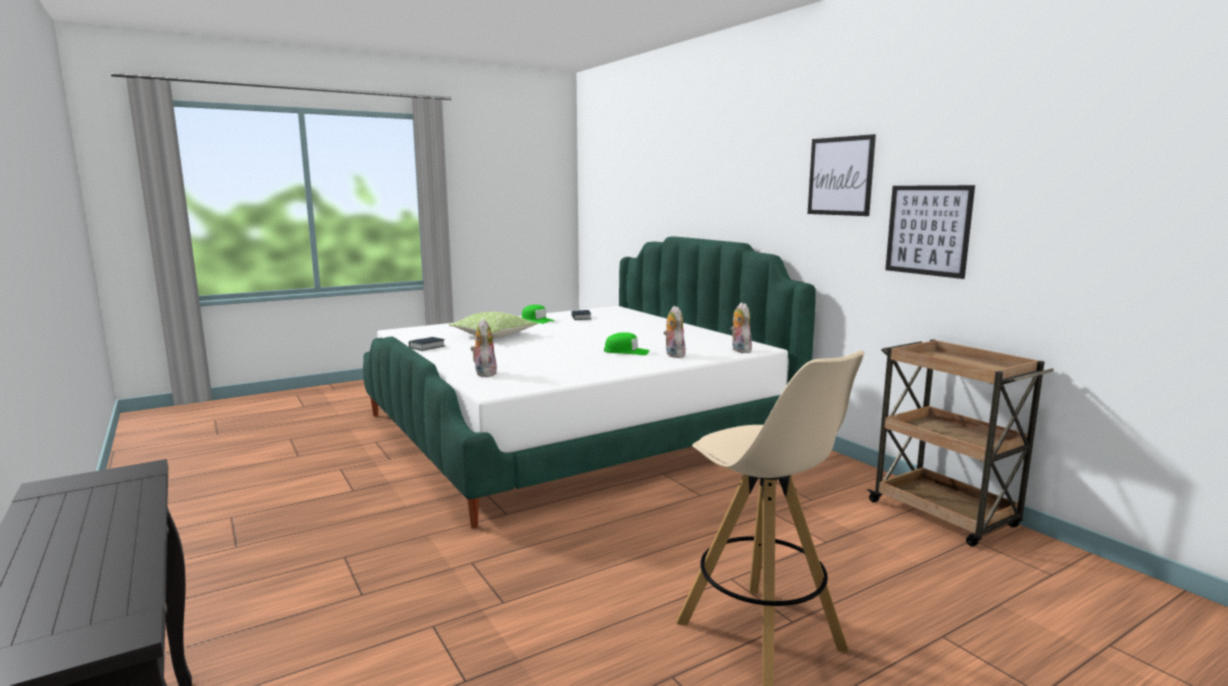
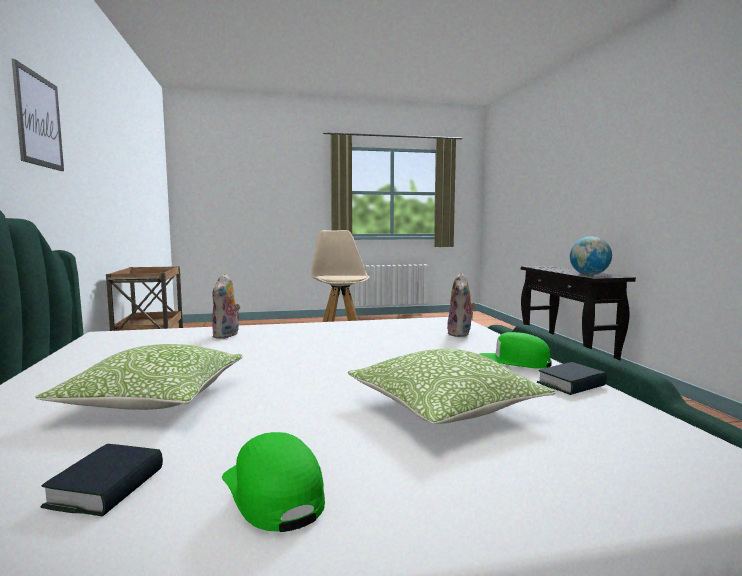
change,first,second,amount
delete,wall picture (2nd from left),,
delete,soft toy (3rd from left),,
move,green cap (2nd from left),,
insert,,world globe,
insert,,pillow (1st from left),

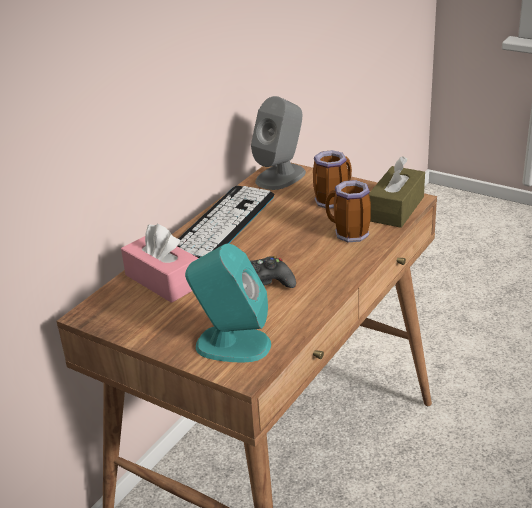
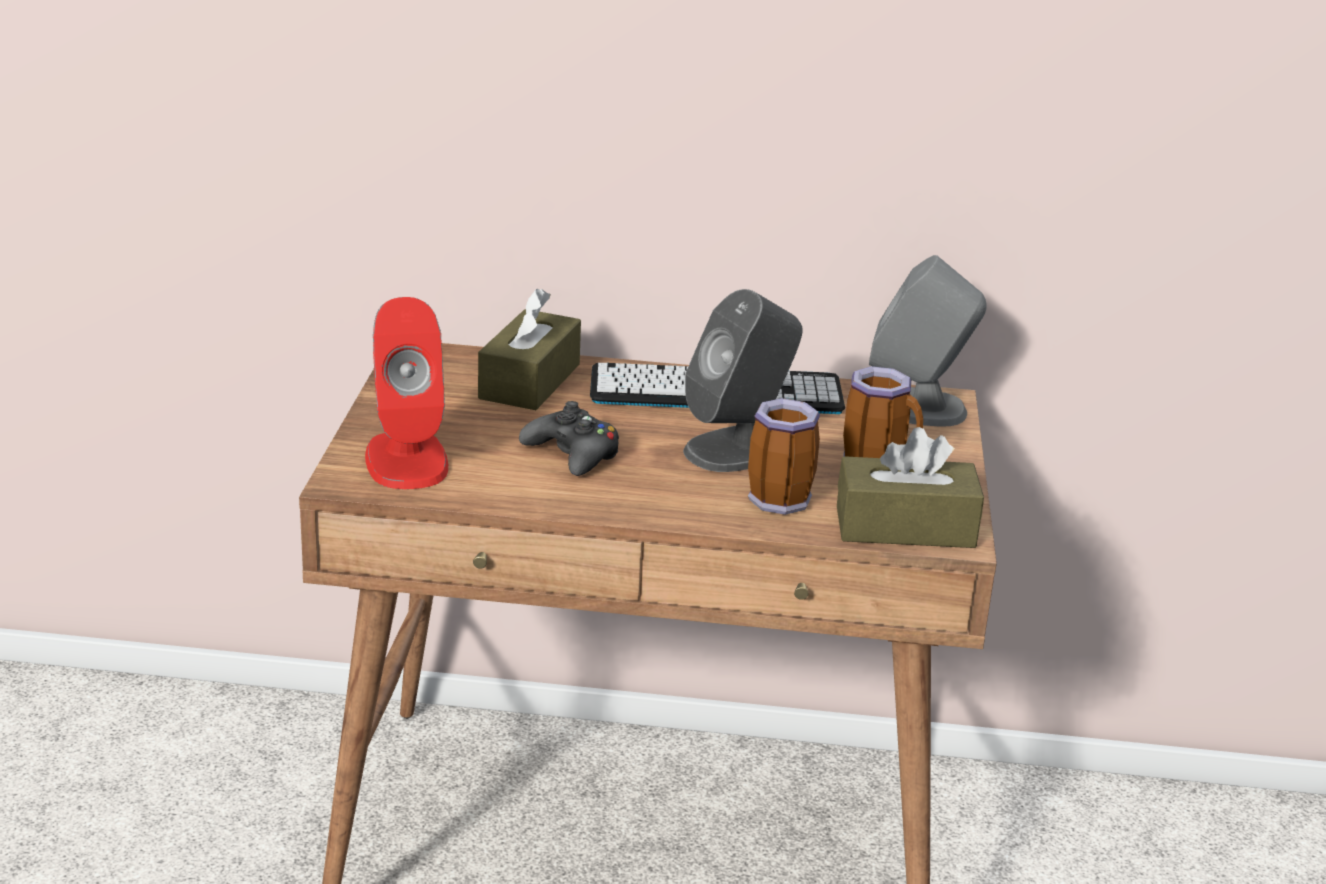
change,first,second,amount
recolor,pink-coloured tissue box,brownish tissue box (1st from left),
recolor,turquoise-coloured loudspeaker,red-coloured loudspeaker,
insert,,gray loudspeaker (1st from left),

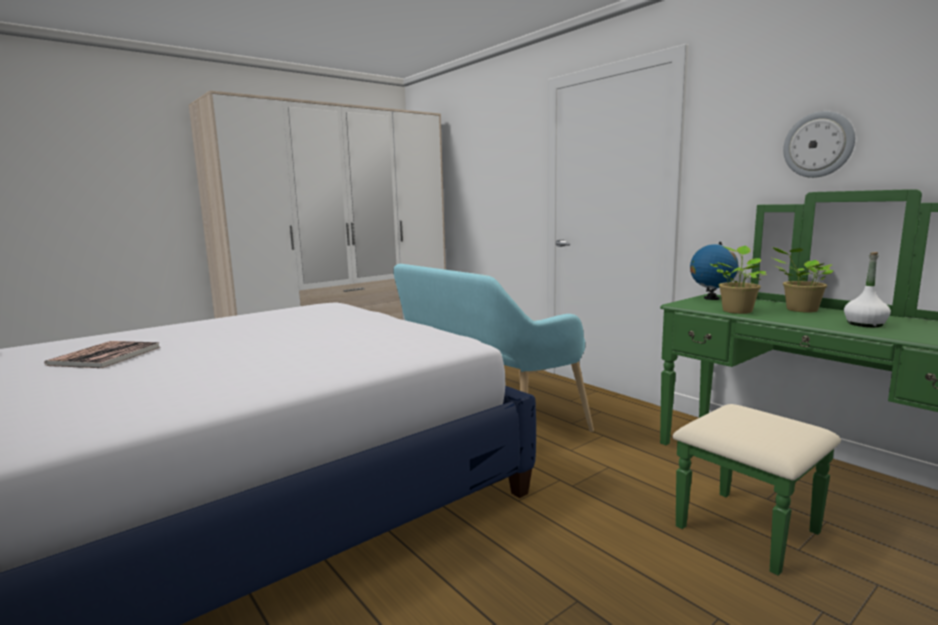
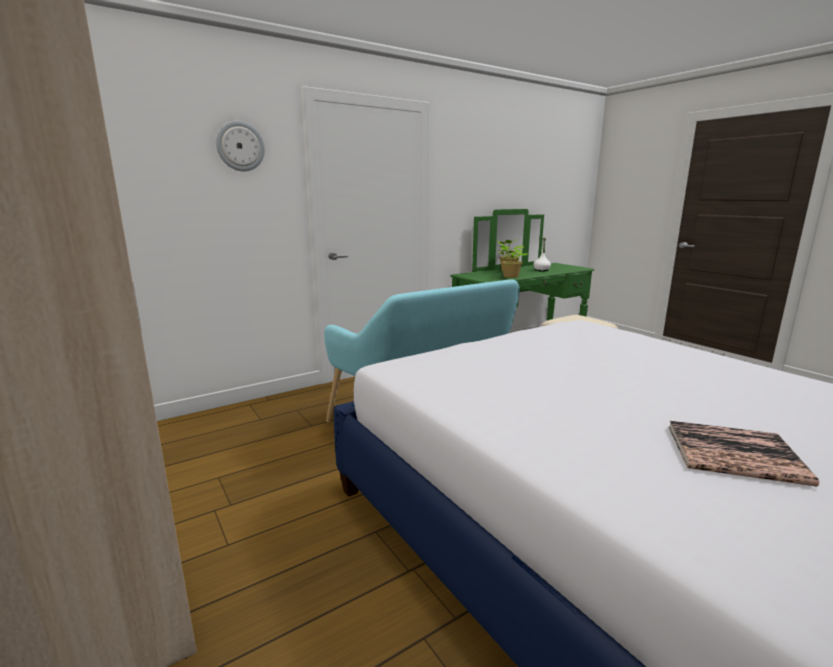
change,first,second,amount
move,wall clock,,
delete,world globe,,

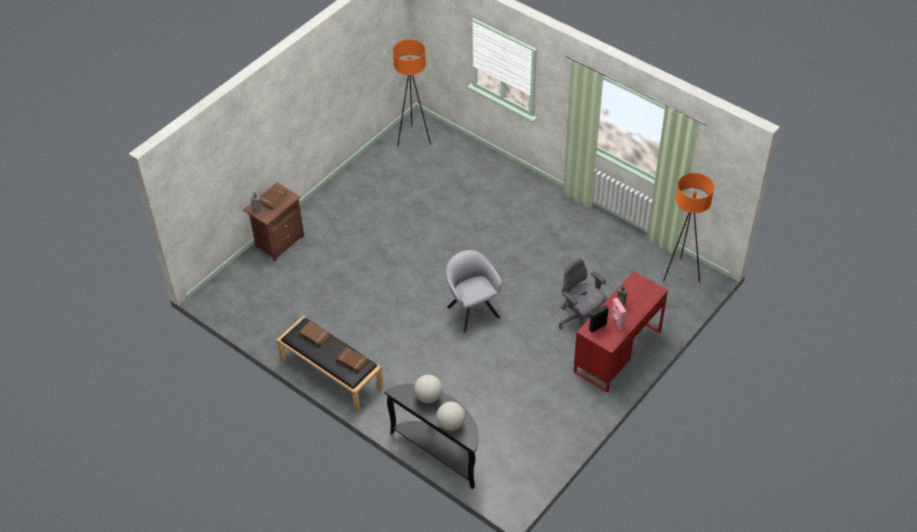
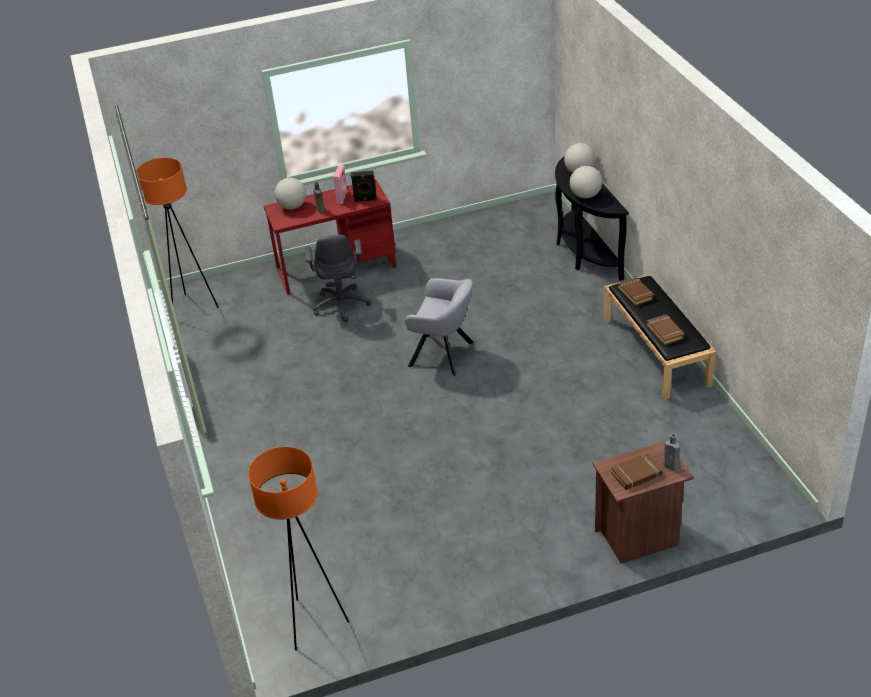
change,first,second,amount
rotate,gray lounge chair,,75 degrees counterclockwise
insert,,world globe (1st from left),

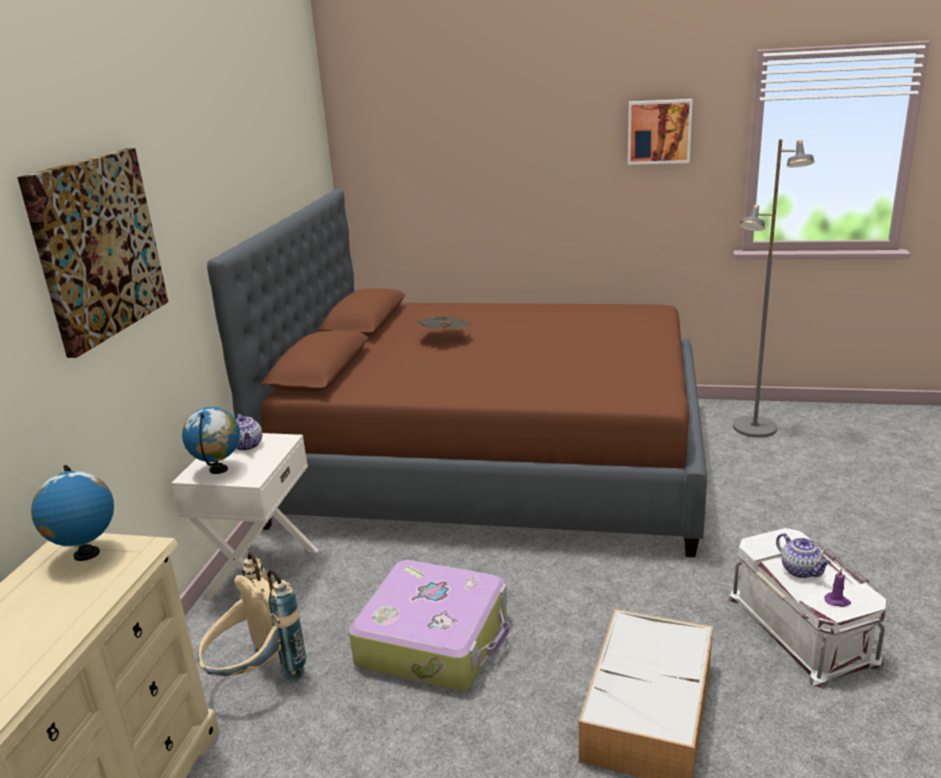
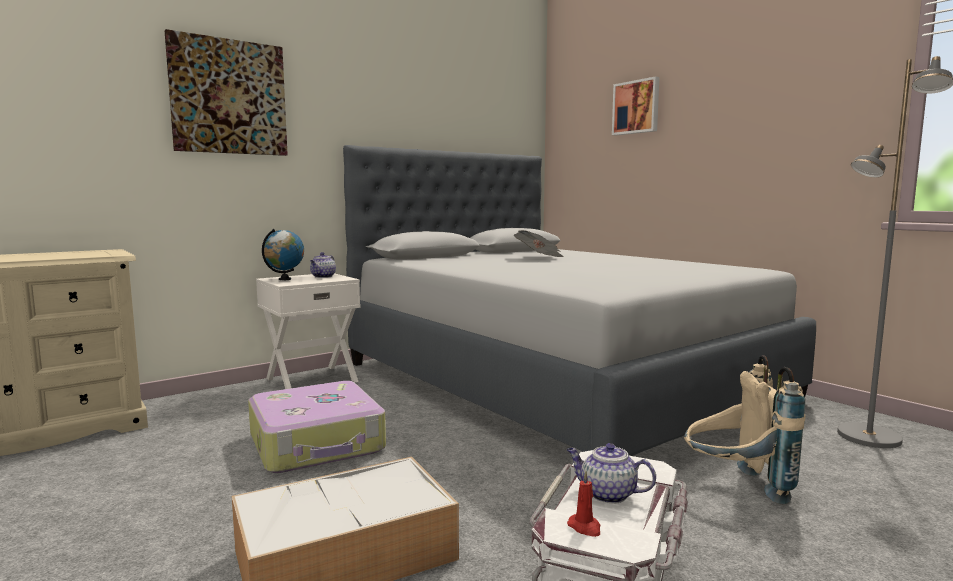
change,first,second,amount
move,wall picture (2nd from left),,
recolor,brownish bed,gray bed,
delete,world globe (1st from left),,
rotate,tea pot (2nd from left),,105 degrees clockwise
move,beige-coloured rucksack,,
recolor,purplish wax light,red-coloured wax light,

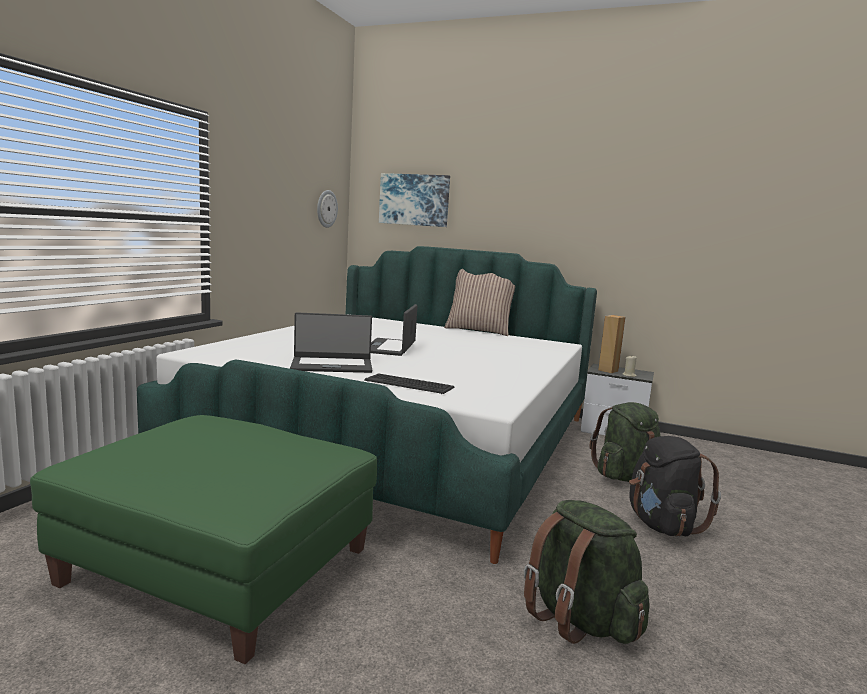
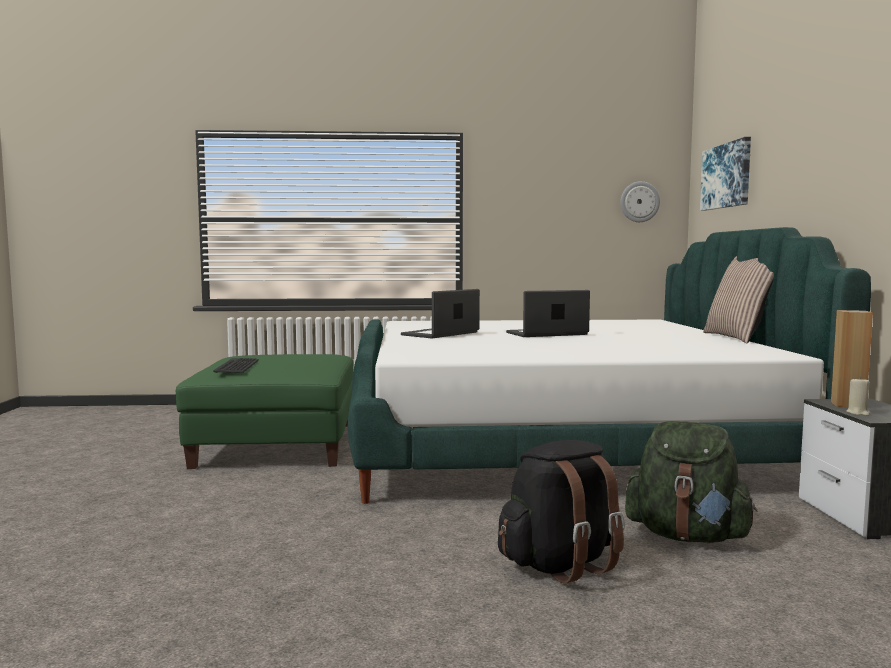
change,first,second,amount
rotate,laptop (1st from left),,75 degrees clockwise
move,keyboard,,
delete,green rucksack (1st from left),,

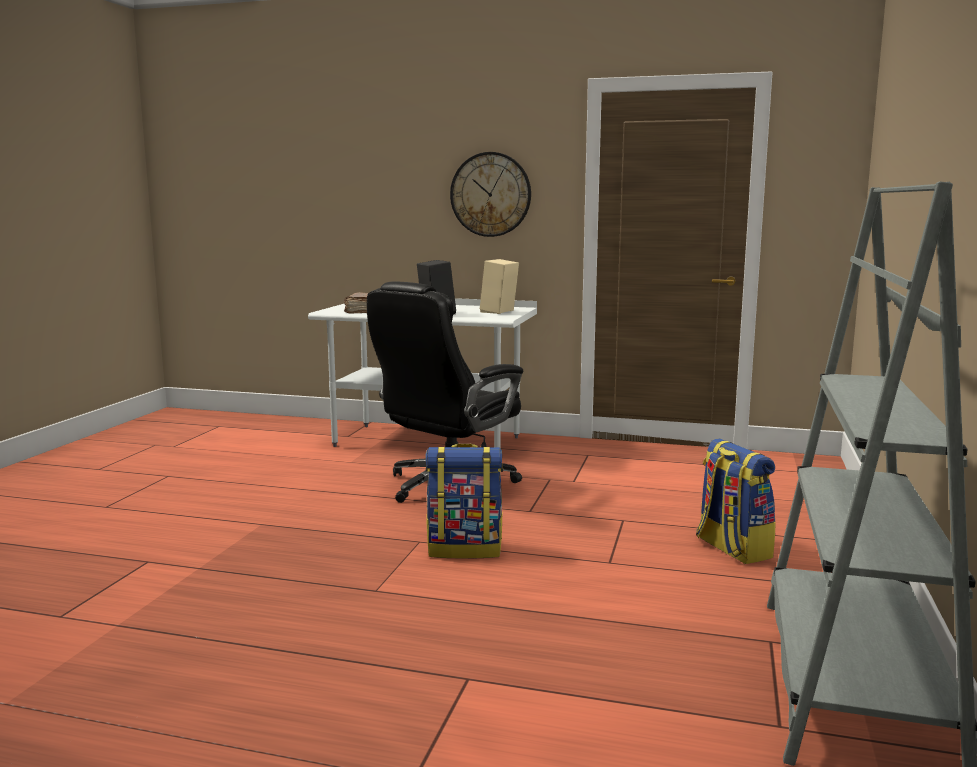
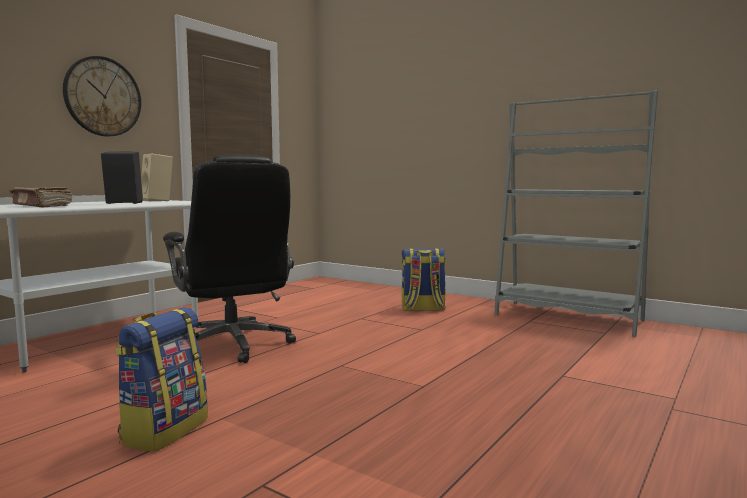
change,first,second,amount
move,rucksack (1st from left),,

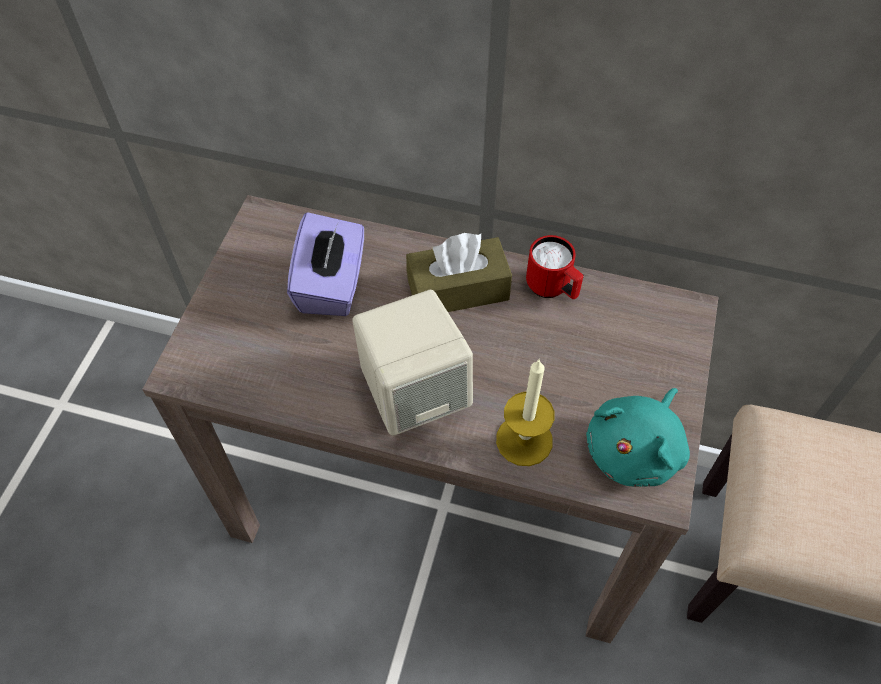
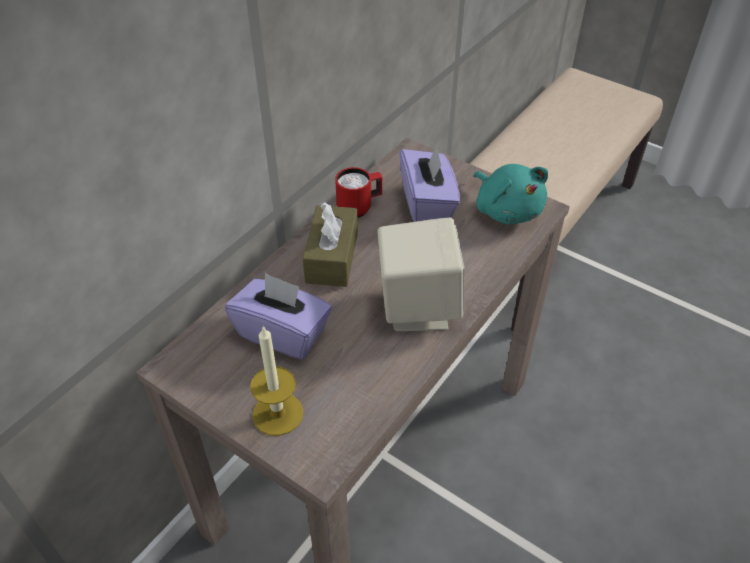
change,first,second,amount
move,wax light,,
insert,,purplish tissue box (2nd from left),

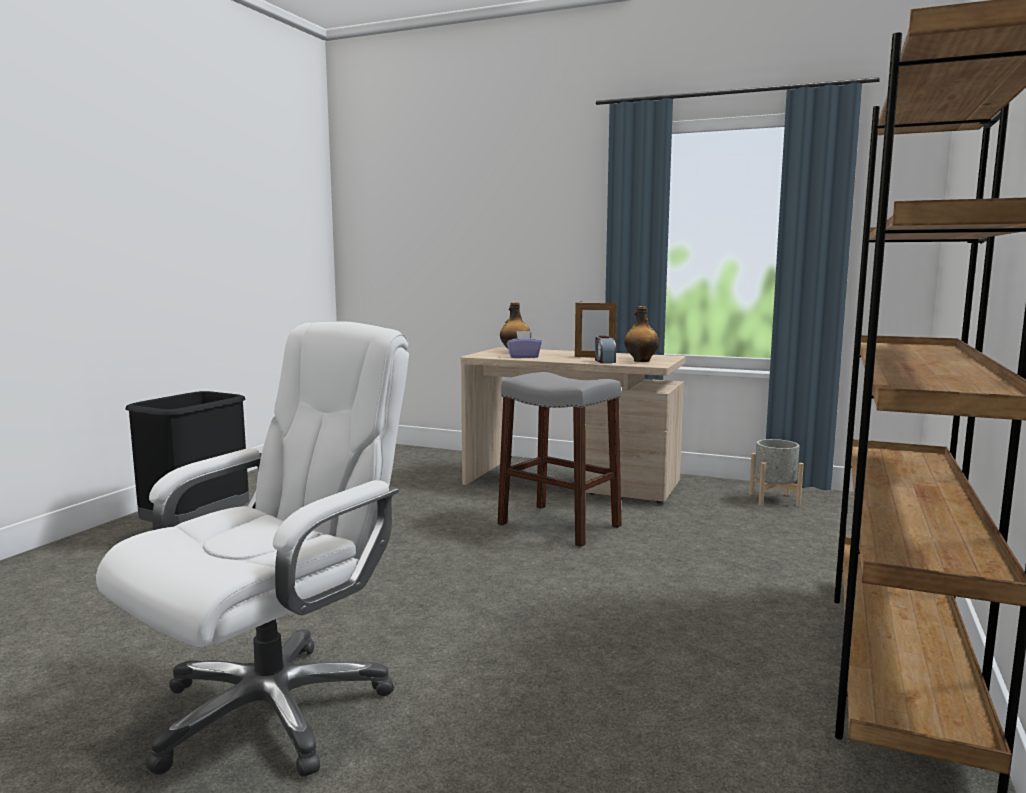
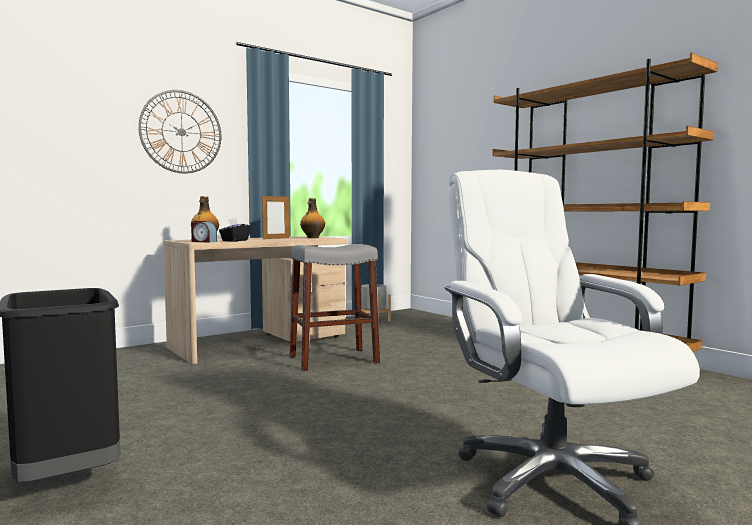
change,first,second,amount
recolor,purplish tissue box,black tissue box,
move,alarm clock,,
insert,,wall clock,

